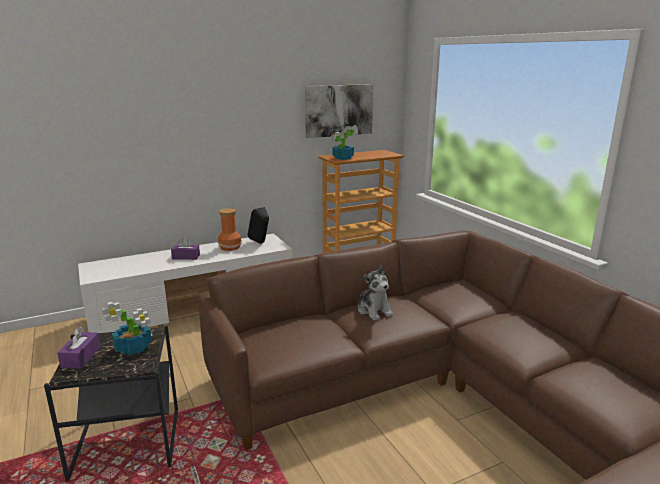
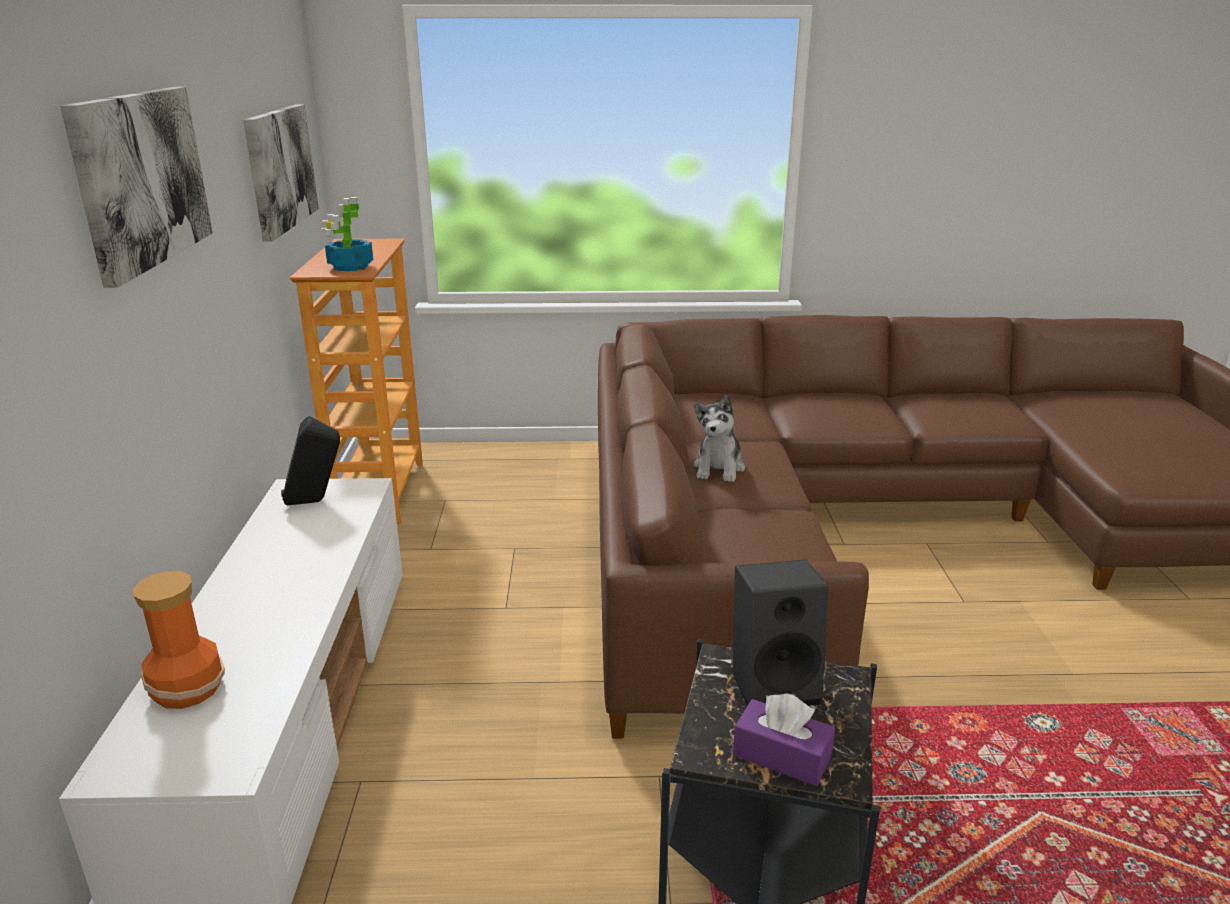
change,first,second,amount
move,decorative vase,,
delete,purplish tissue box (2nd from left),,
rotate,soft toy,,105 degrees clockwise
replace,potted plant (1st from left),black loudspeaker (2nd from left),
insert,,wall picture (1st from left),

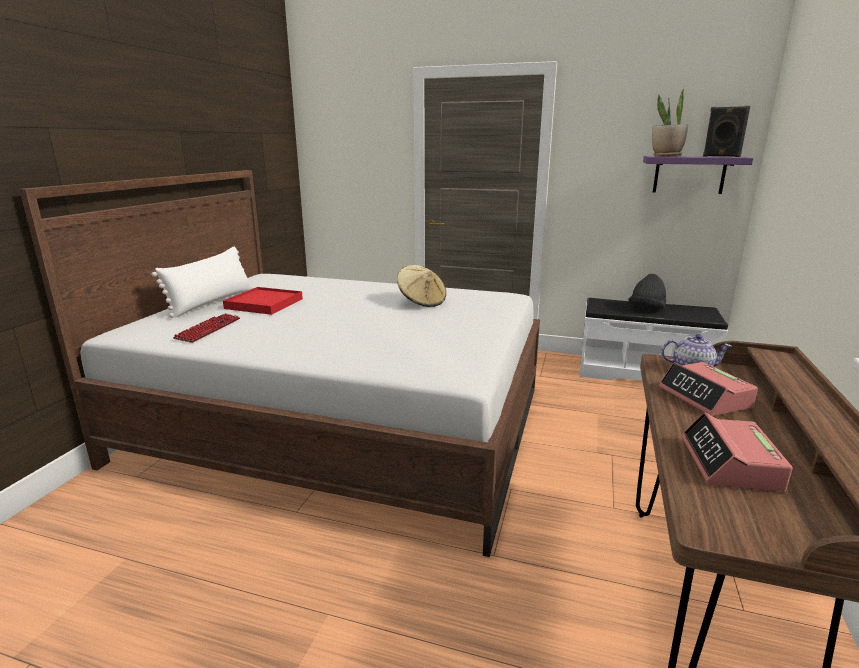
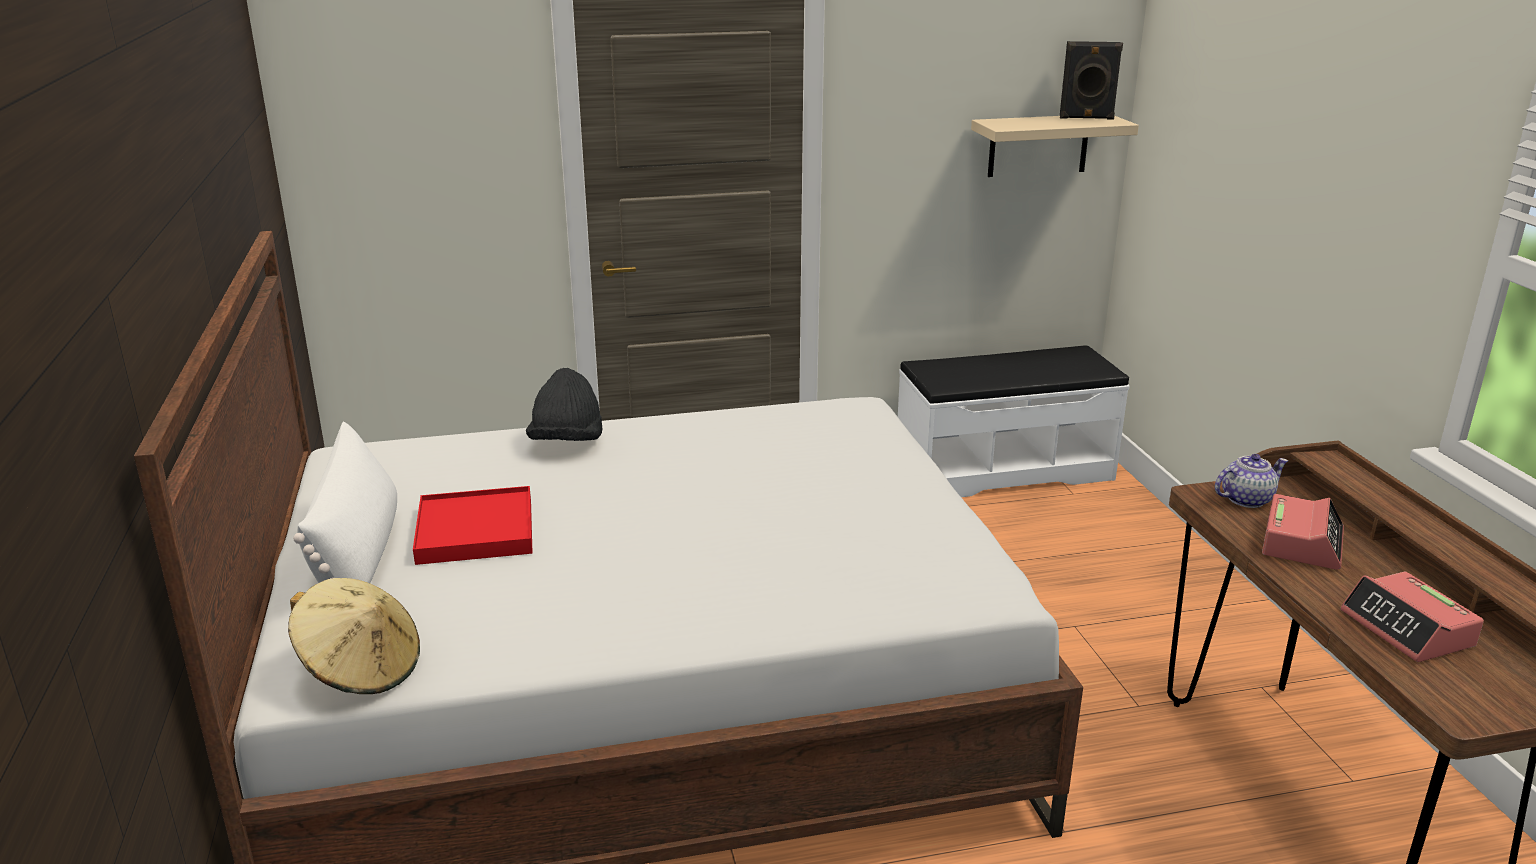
change,first,second,amount
delete,potted plant,,
recolor,purplish shelf,beige-coloured shelf,
move,beige-coloured clothing hat,,
move,black clothing hat,,
delete,keyboard,,
rotate,alarm clock (1st from left),,105 degrees counterclockwise

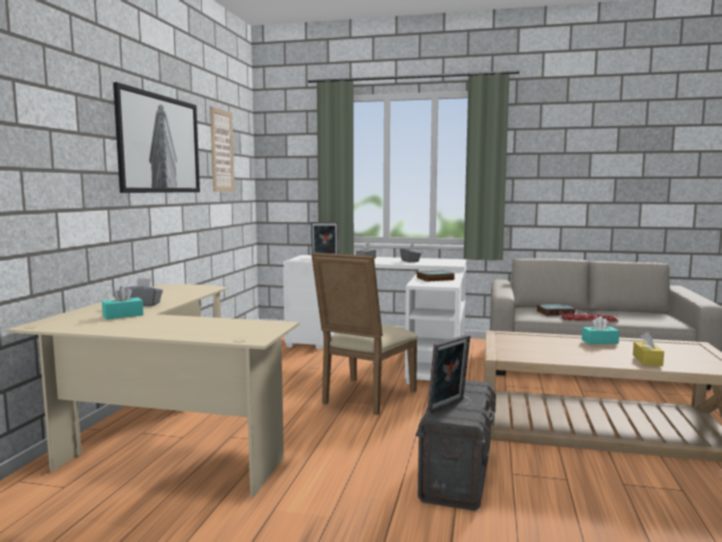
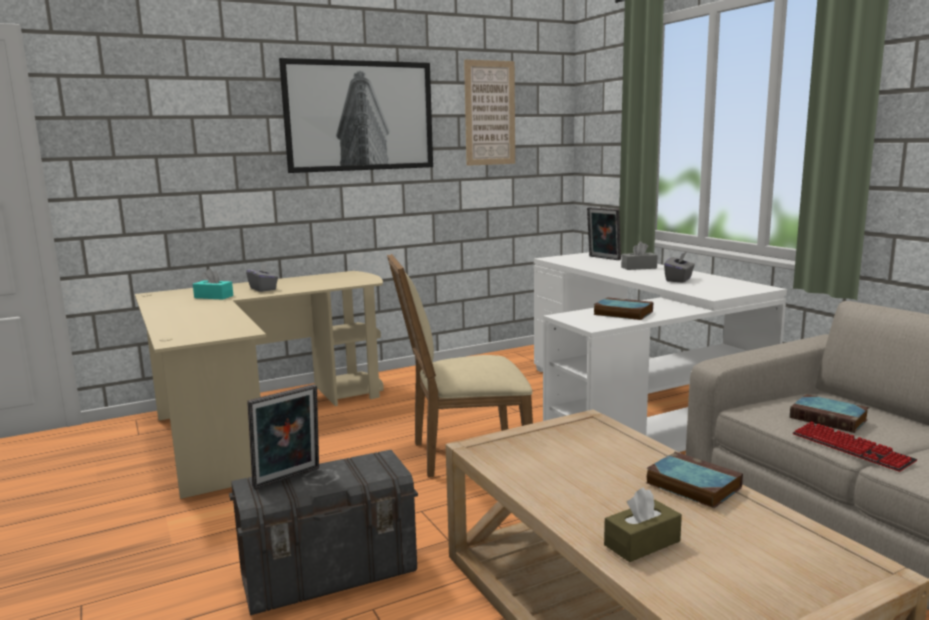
change,first,second,amount
replace,turquoise-coloured tissue box (2nd from left),volume (2nd from left),
recolor,yellowish tissue box,brownish tissue box,
rotate,picture frame (2nd from left in the first image),picture frame (1st from left),45 degrees counterclockwise

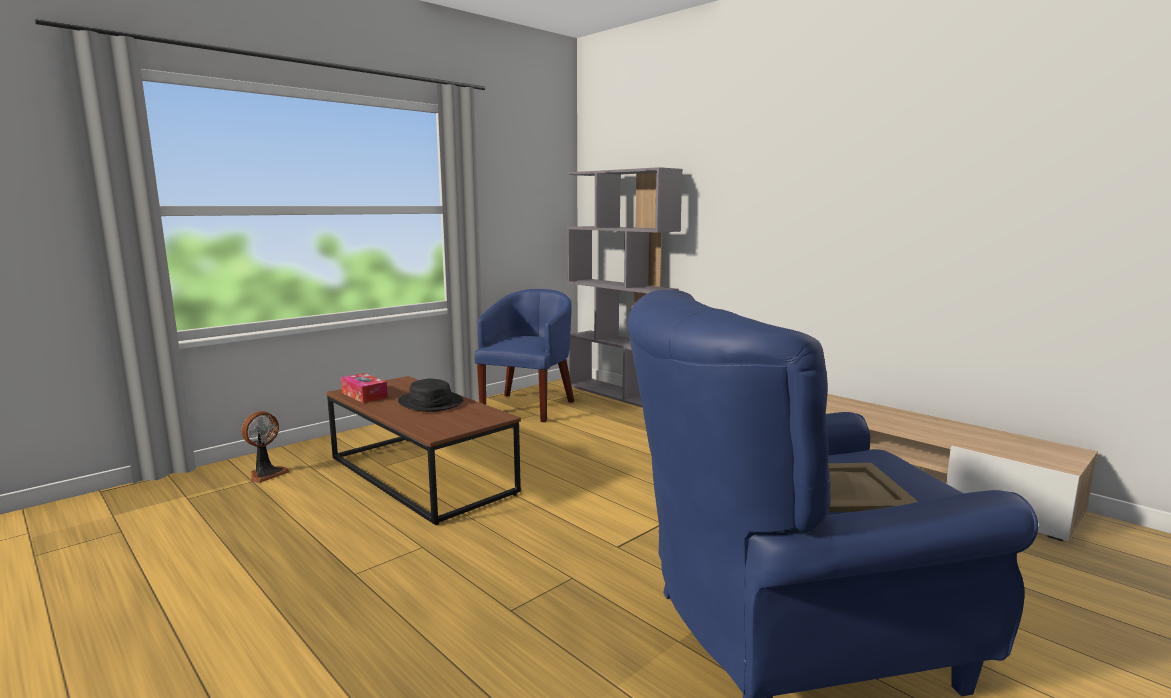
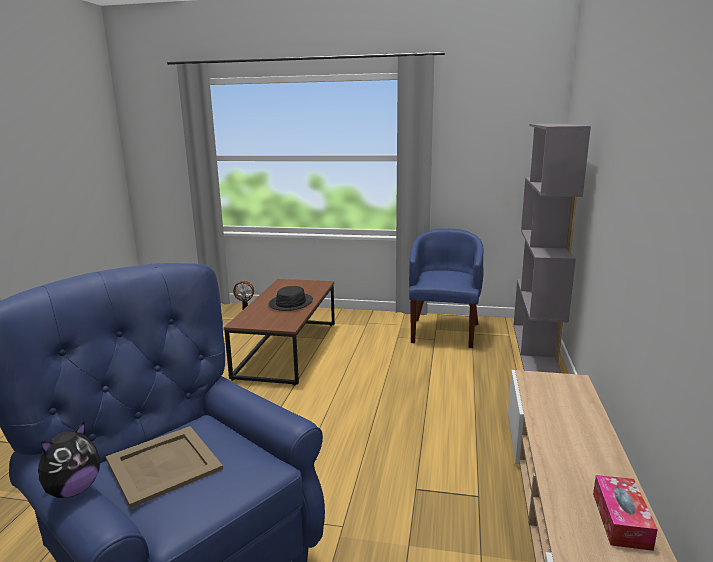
change,first,second,amount
rotate,blue lounge chair (1st from left in the first image),blue lounge chair (2nd from left),60 degrees counterclockwise
move,tissue box,,
insert,,soft toy,

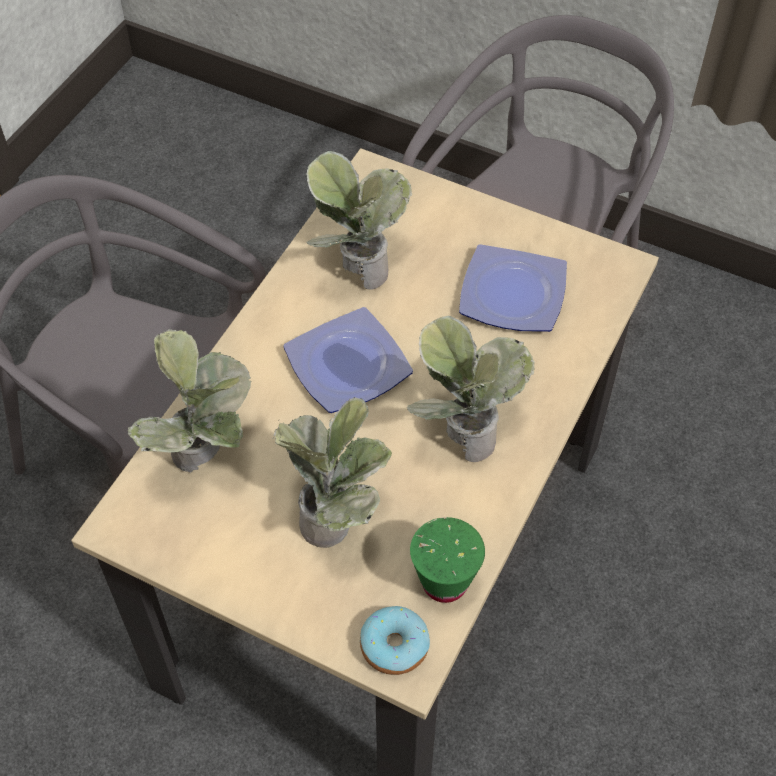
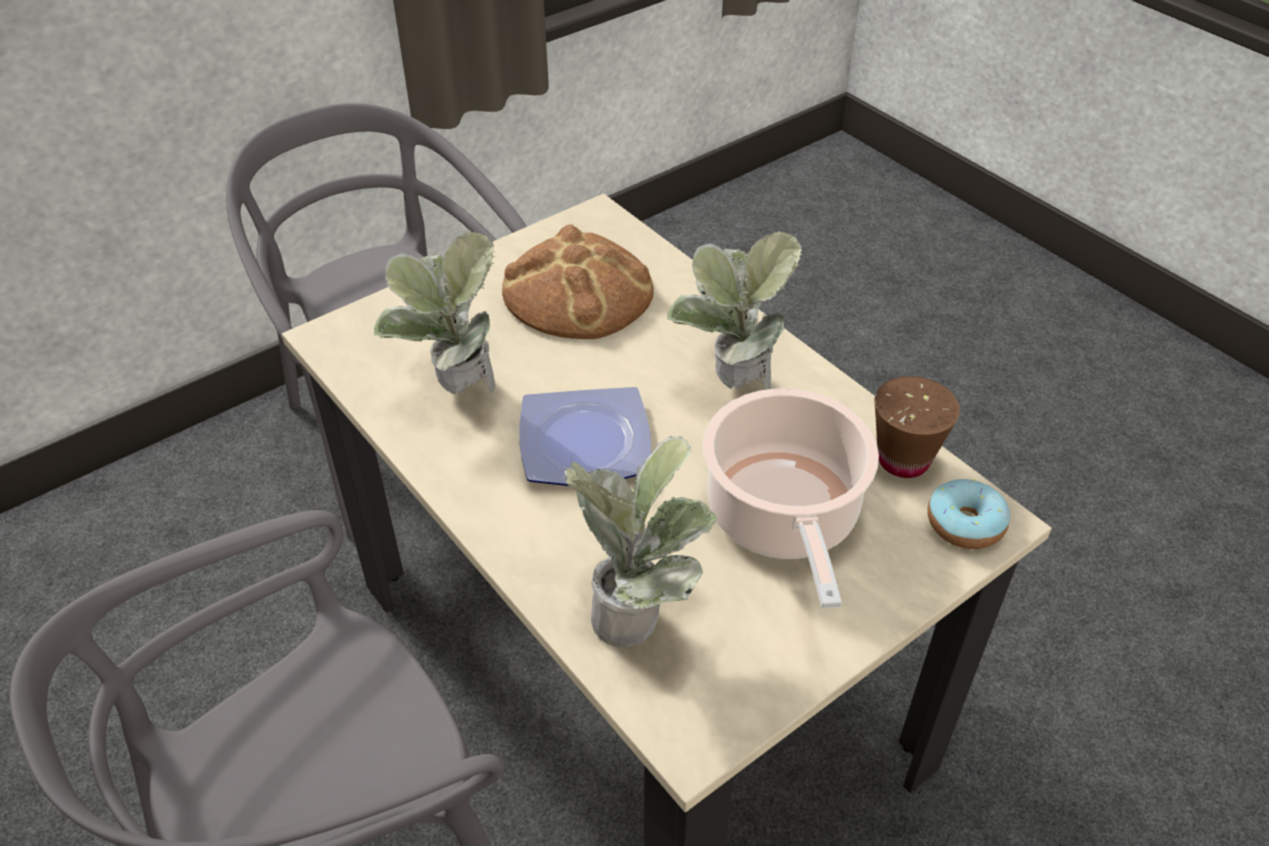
change,first,second,amount
replace,flat dish (2nd from left),baked bread,
replace,potted plant (2nd from left),cooking pot,
recolor,green drinking cup,brownish drinking cup,

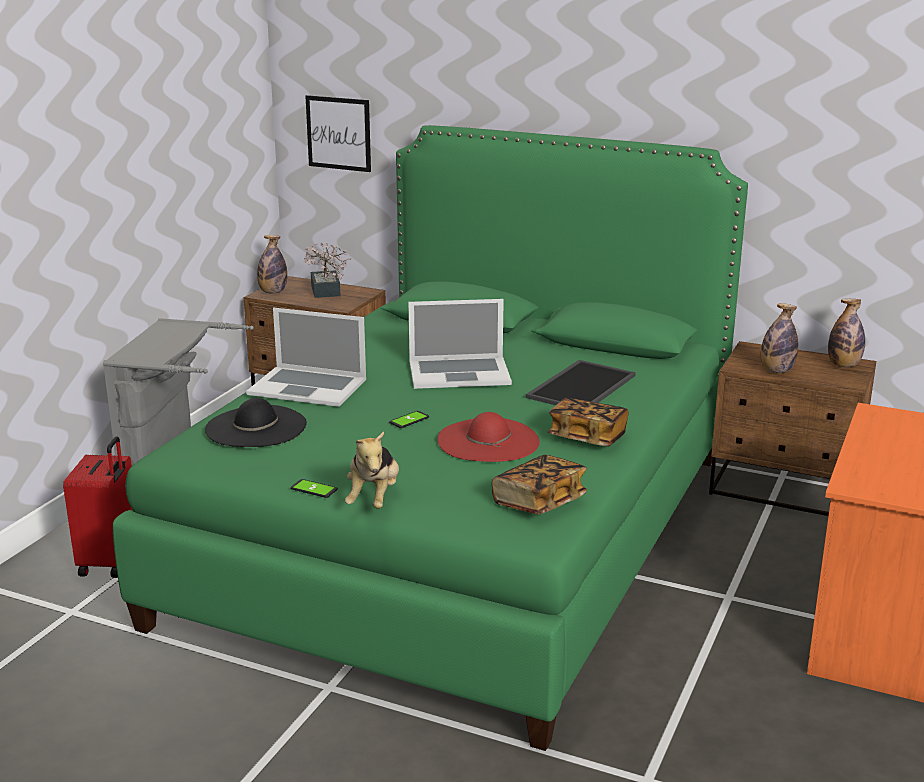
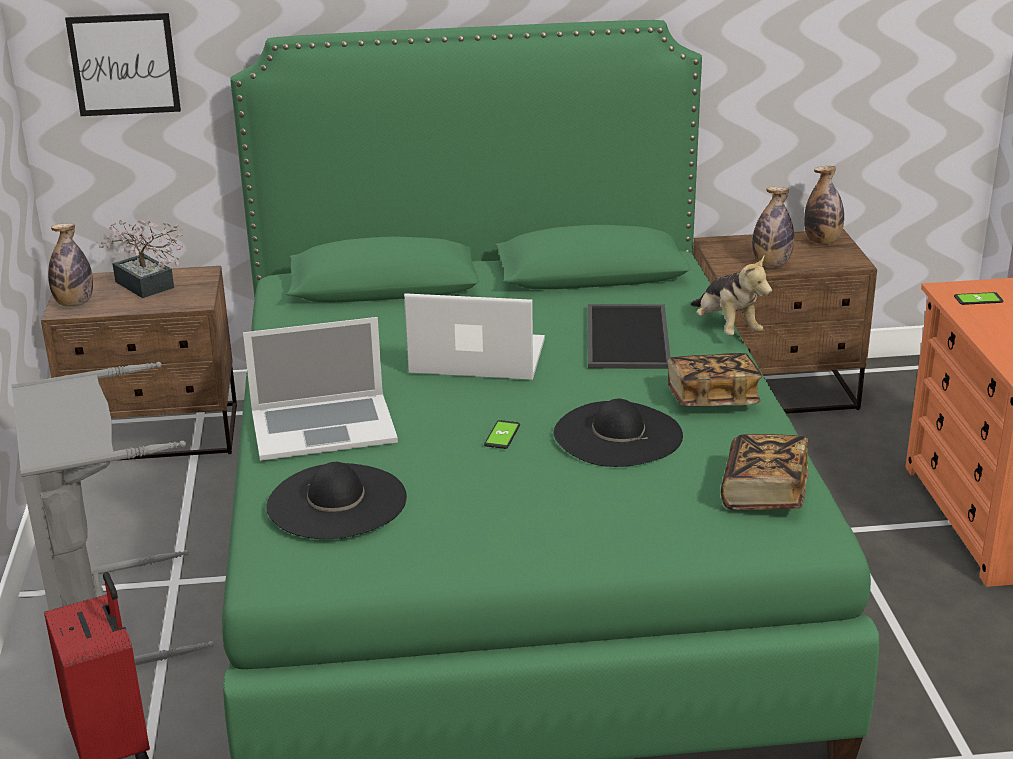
change,first,second,amount
rotate,laptop (2nd from left),,135 degrees counterclockwise
recolor,red-coloured clothing hat,black clothing hat (2nd from left),
move,soft toy,,
move,phone (1st from left in the first image),phone (2nd from left),

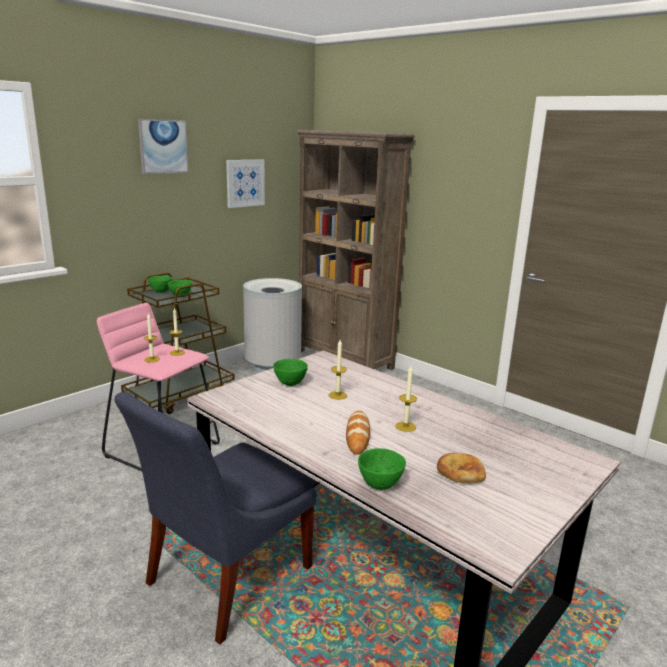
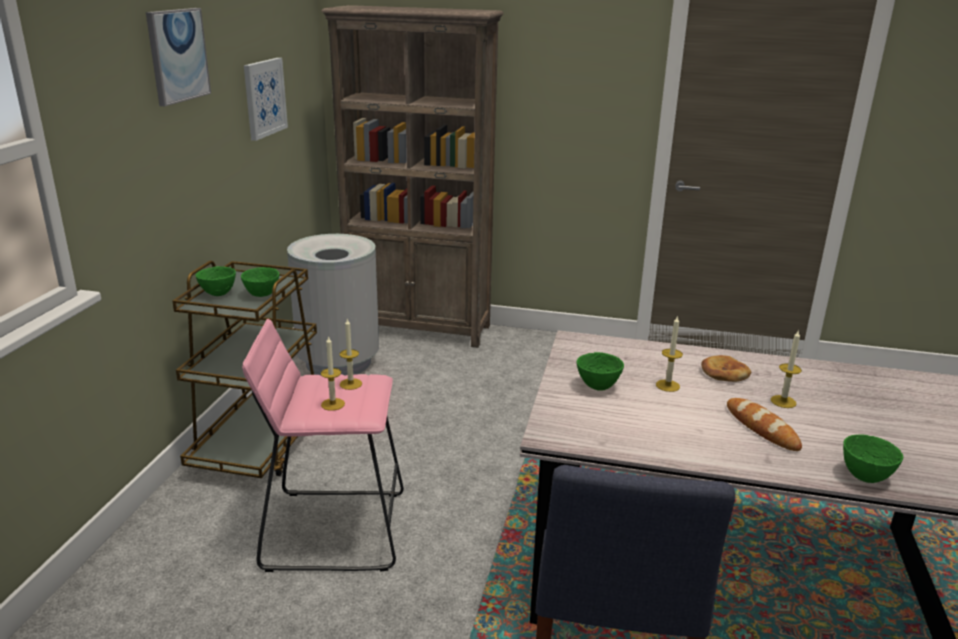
change,first,second,amount
move,baked bread (2nd from left in the first image),baked bread (1st from left),

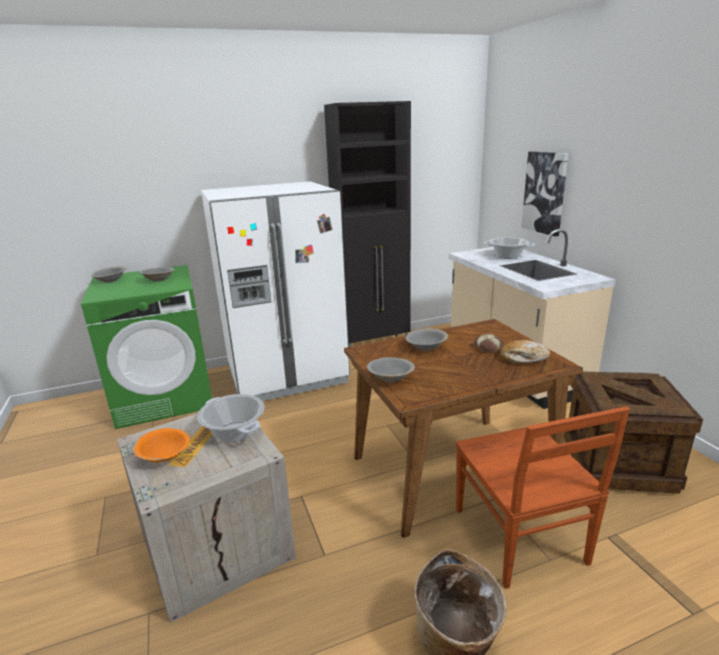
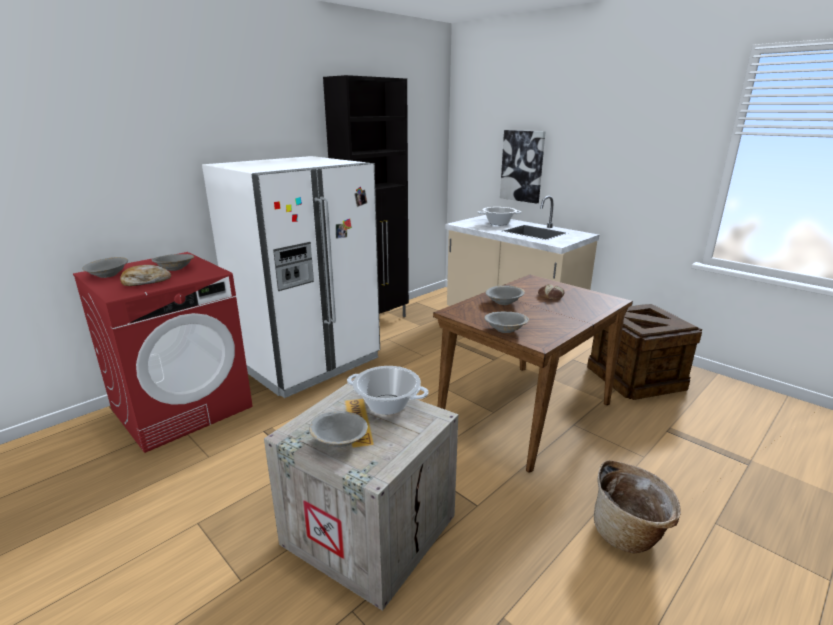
change,first,second,amount
recolor,green laundry appliance,red-coloured laundry appliance,
move,baked bread (2nd from left in the first image),baked bread (1st from left),
delete,brownish plain chair,,
recolor,orangey serving bowl,gray serving bowl (3rd from left),

